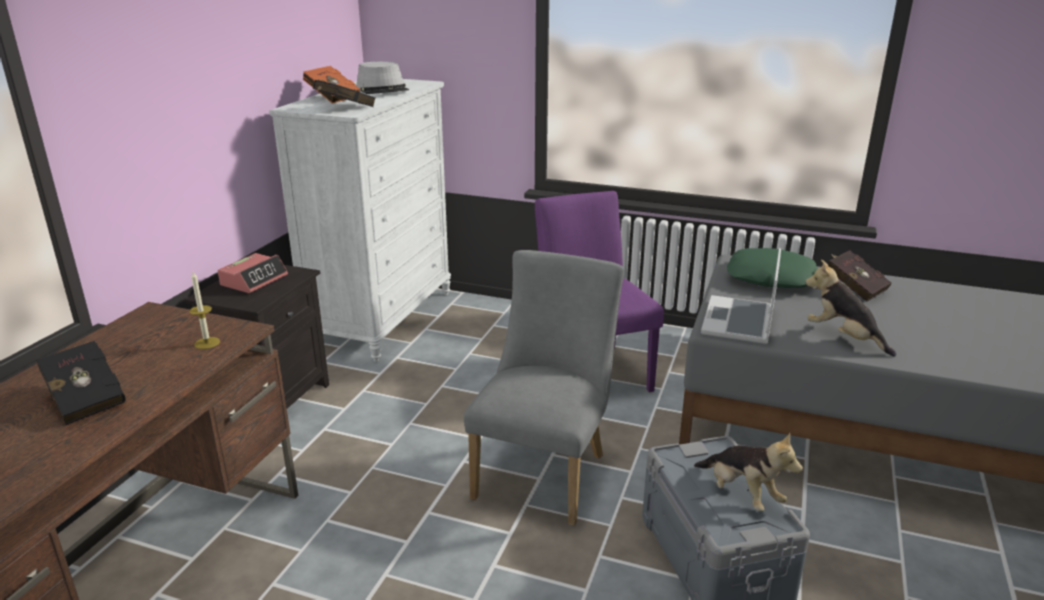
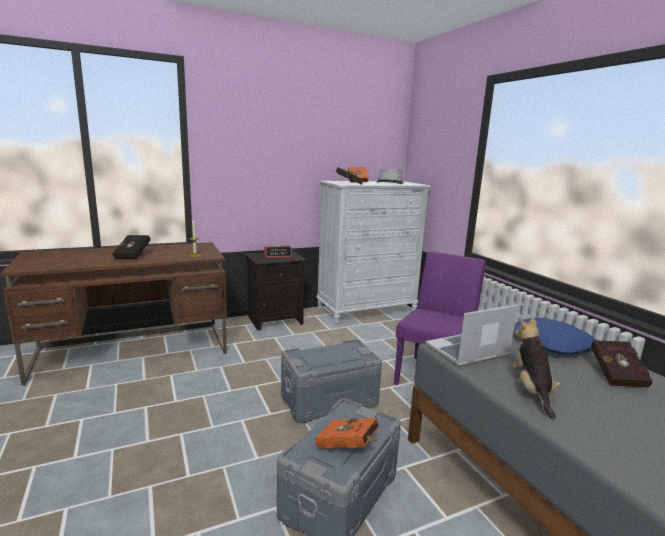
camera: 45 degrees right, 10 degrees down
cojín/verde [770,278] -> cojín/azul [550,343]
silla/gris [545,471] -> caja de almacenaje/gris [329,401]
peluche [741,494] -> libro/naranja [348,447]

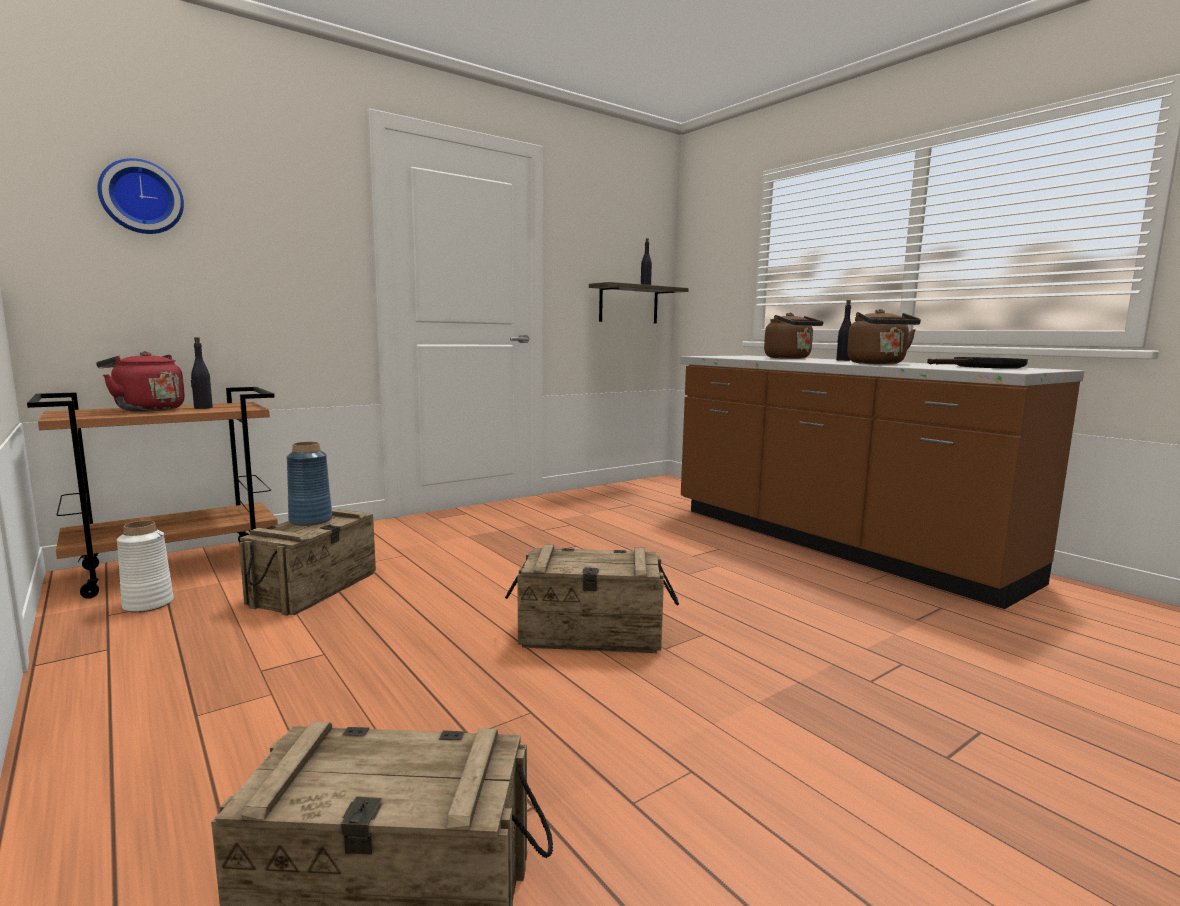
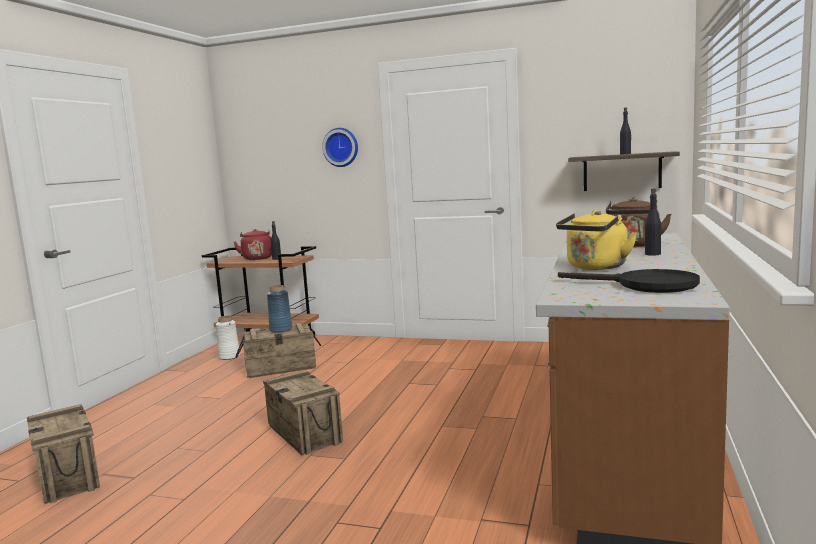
camera: 55 degrees right, 0 degrees up
reloj de pared [141,197] -> reloj de pared [341,147], move
hervidor/marrón [878,364] -> hervidor/amarillo [595,267]

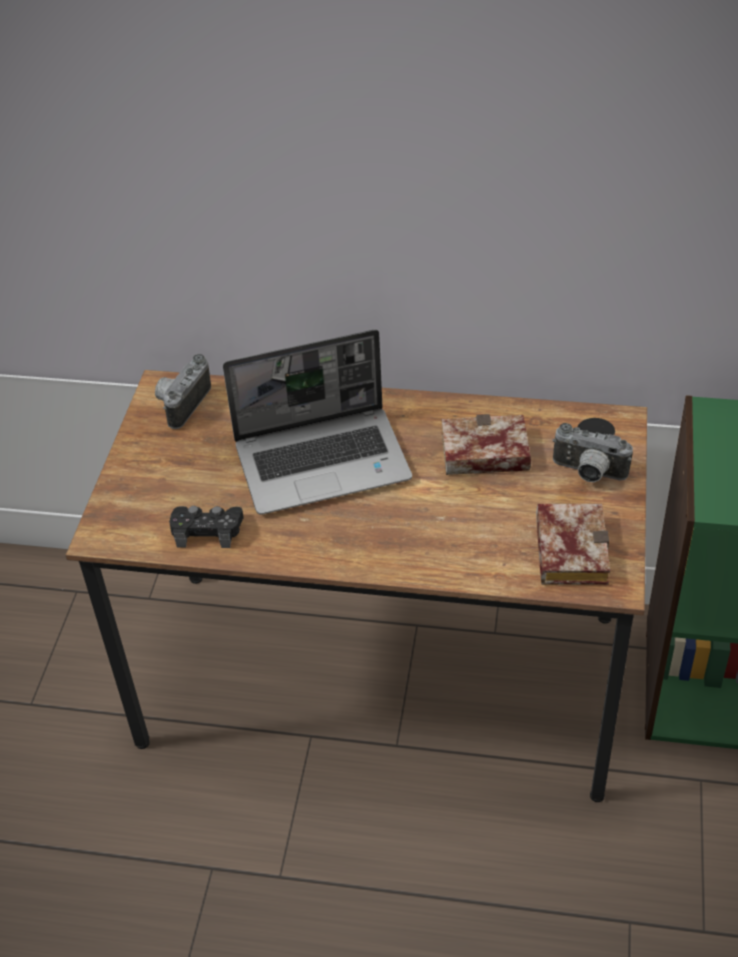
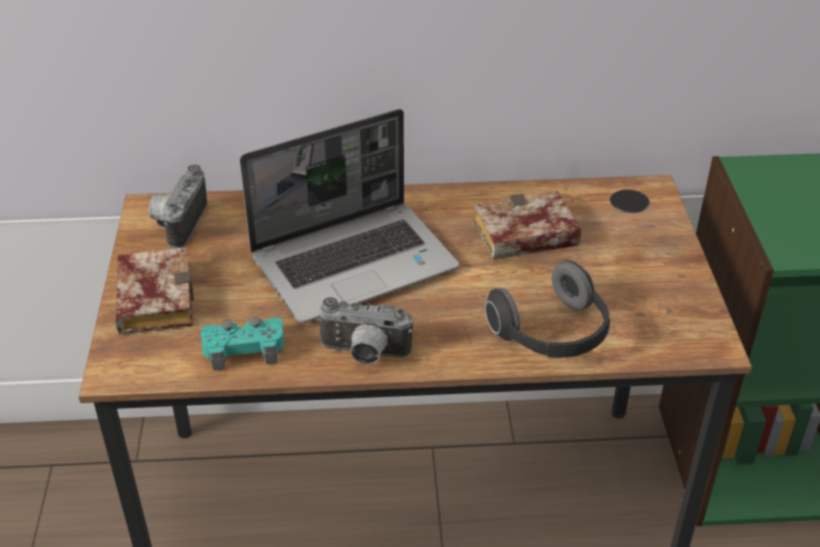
camera: 15 degrees left, 5 degrees down
cámara [588,473] -> cámara [364,355], move
libro [567,548] -> libro [152,297], move
mando de consola/negro [207,530] -> mando de consola/turquesa [244,348]
none -> auriculares [552,334]

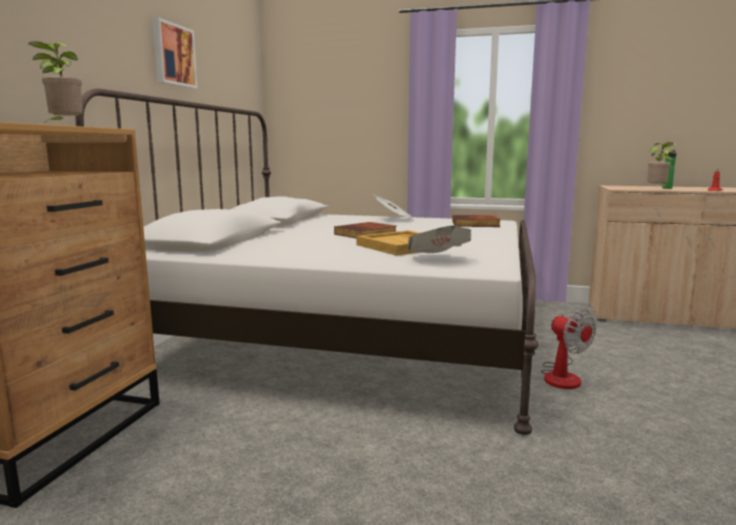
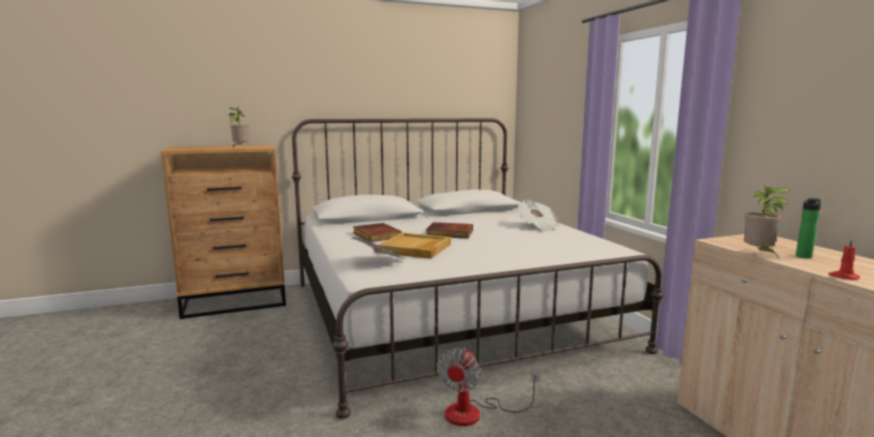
camera: 55 degrees right, 0 degrees up
cuadro [173,55] -> none
libro [475,224] -> libro [375,235], move

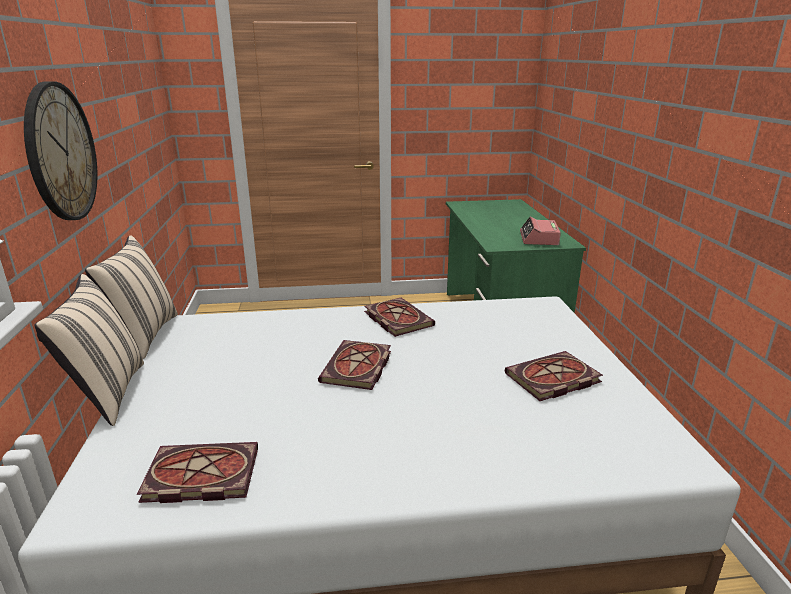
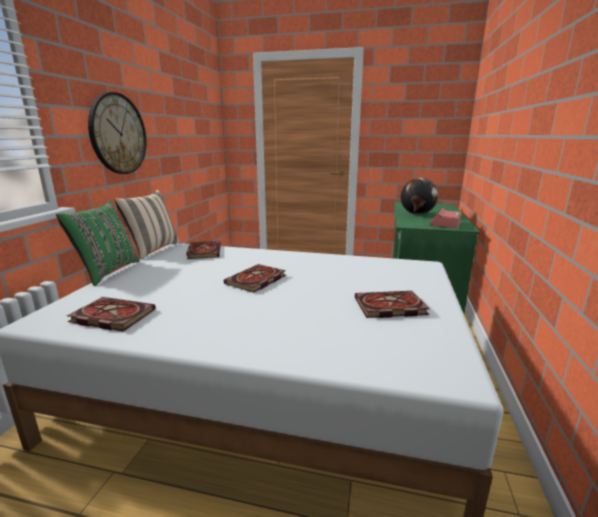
camera: 20 degrees right, 5 degrees down
cojín/beis [106,394] -> cojín/verde [107,272]
libro [396,319] -> libro [203,251], move
none -> globo terráqueo [417,214]

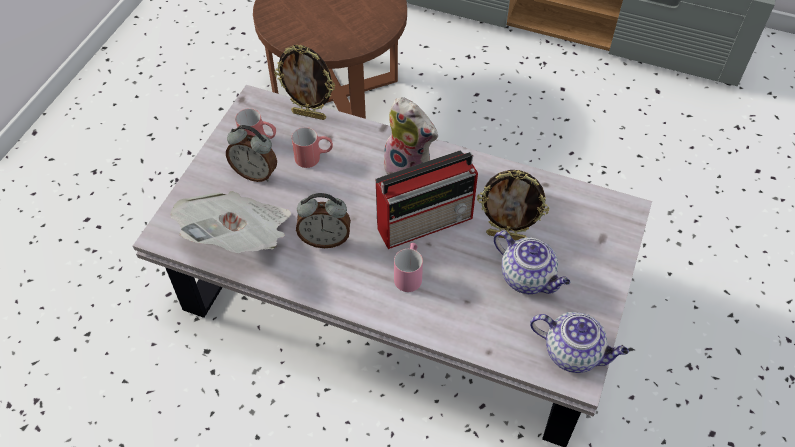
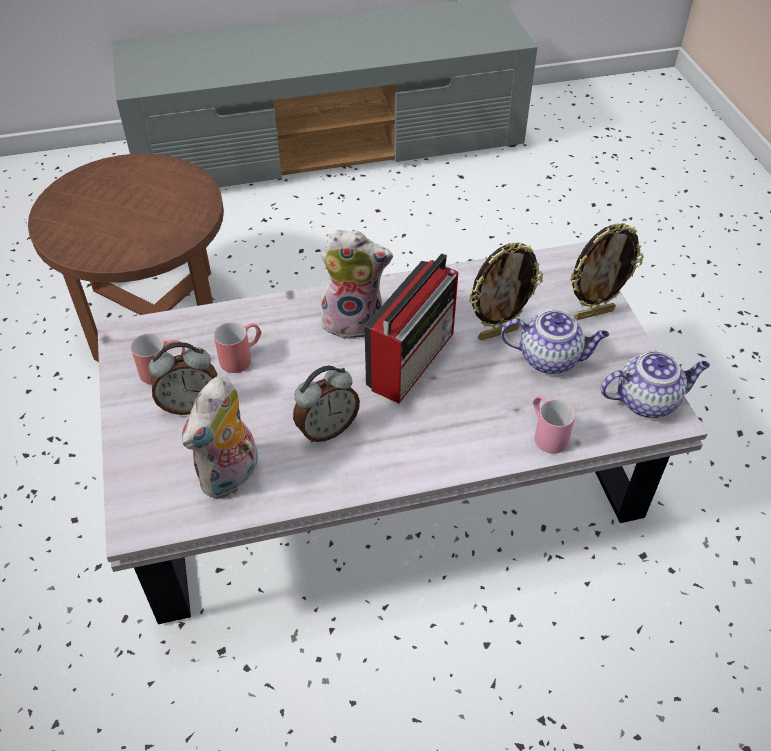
camera: 35 degrees left, 5 degrees down
portarretratos [309,115] -> portarretratos [593,313], move
periódico [240,237] -> peluche [231,477]
taza grande/rosa [409,274] -> taza grande/rosa [546,433], move

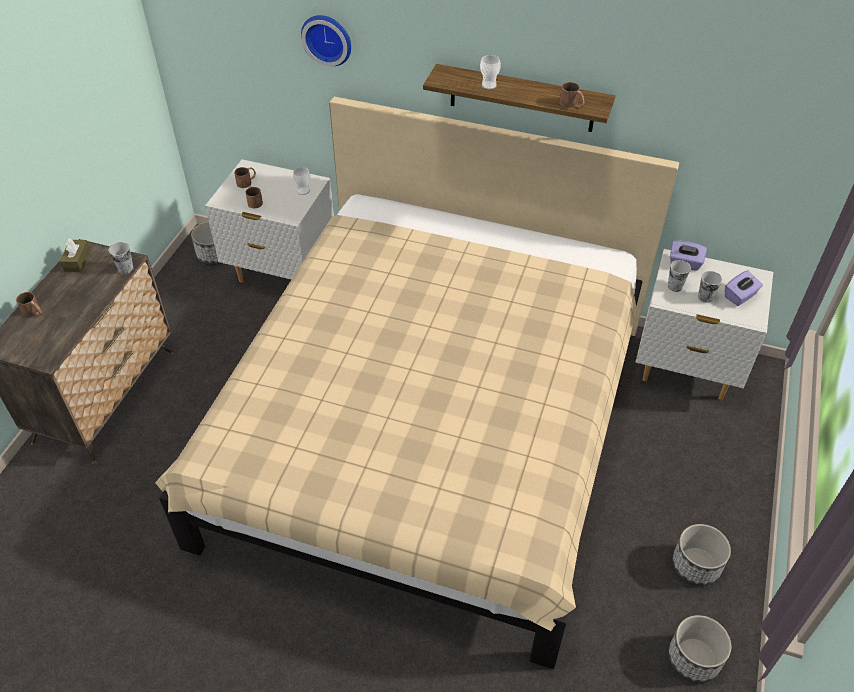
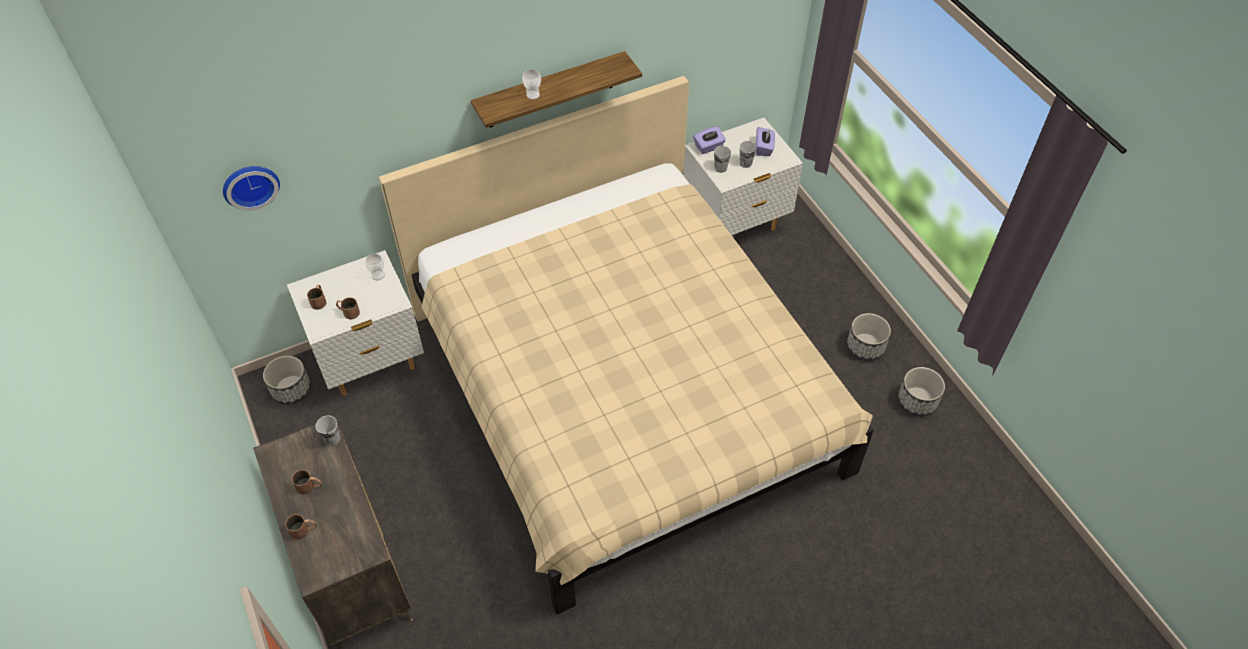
camera: 45 degrees left, 5 degrees up
reloj de pared [328,38] -> reloj de pared [250,184], move
taza grande/marrón [572,104] -> taza grande/marrón [310,486], move
caja de pañuelos/marrón [77,261] -> none

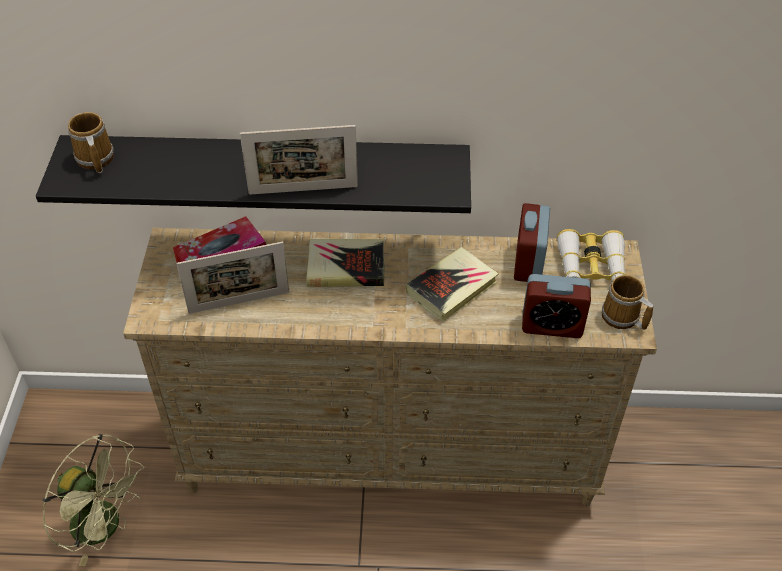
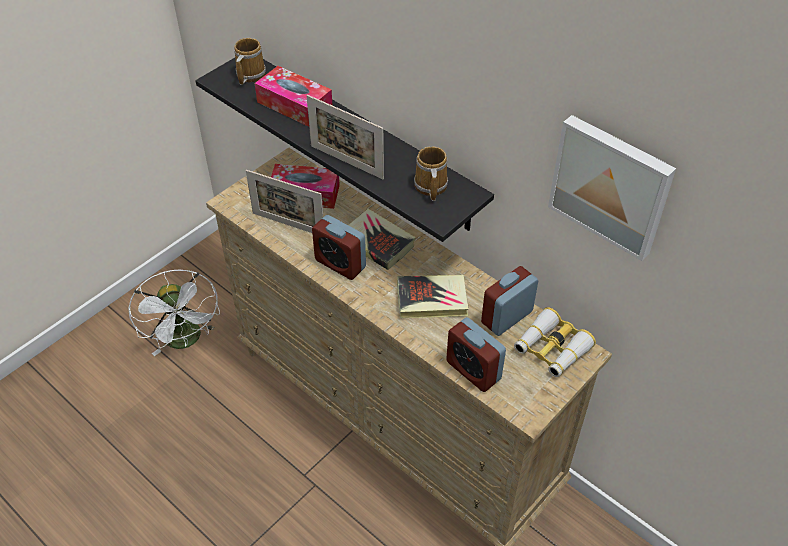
camera: 40 degrees right, 0 degrees up
taza grande [621,317] -> taza grande [429,186], move
ventilador/verde [106,526] -> ventilador/blanco [186,341]
none -> caja de pañuelos [294,105]
none -> cuadro [611,185]
none -> despertador [340,264]

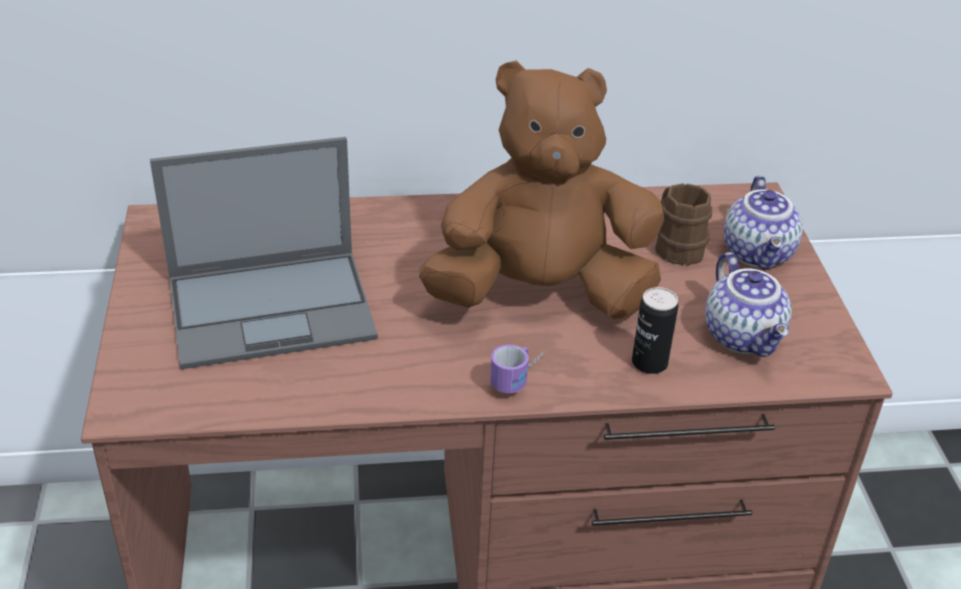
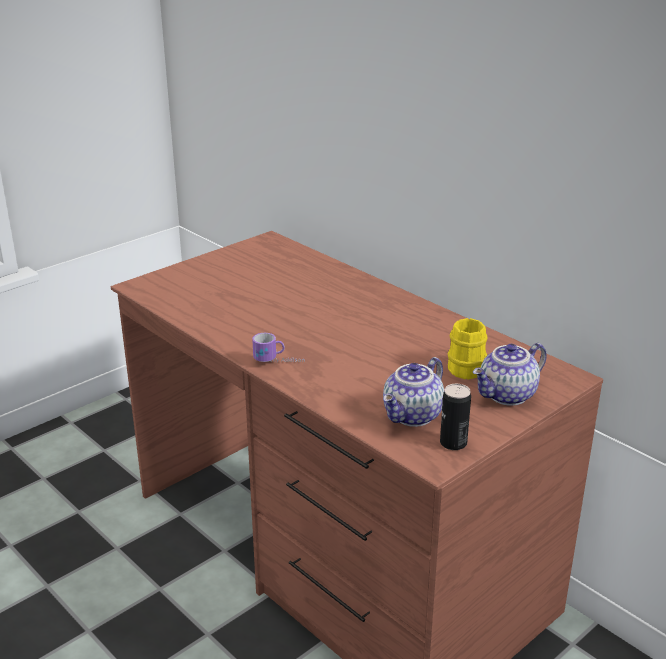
camera: 55 degrees right, 10 degrees down
peluche/marrón [541,294] -> none
portátil [273,307] -> none
taza grande/marrón [675,246] -> taza grande/amarillo [468,366]
lata [649,363] -> lata [453,443], move

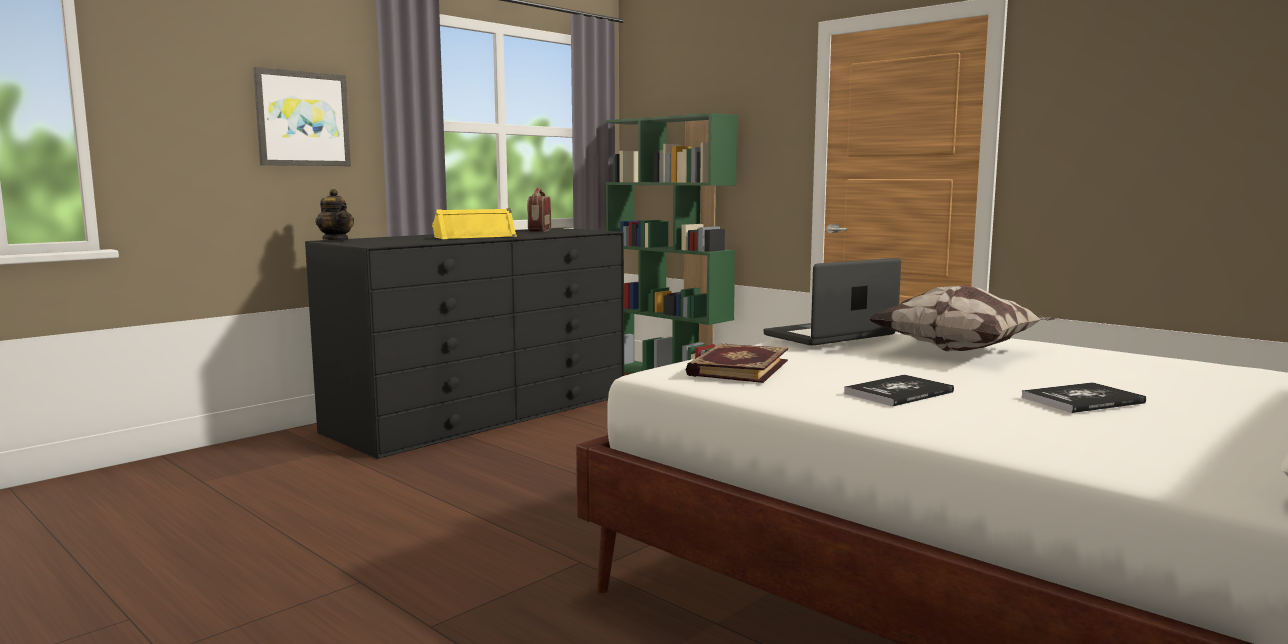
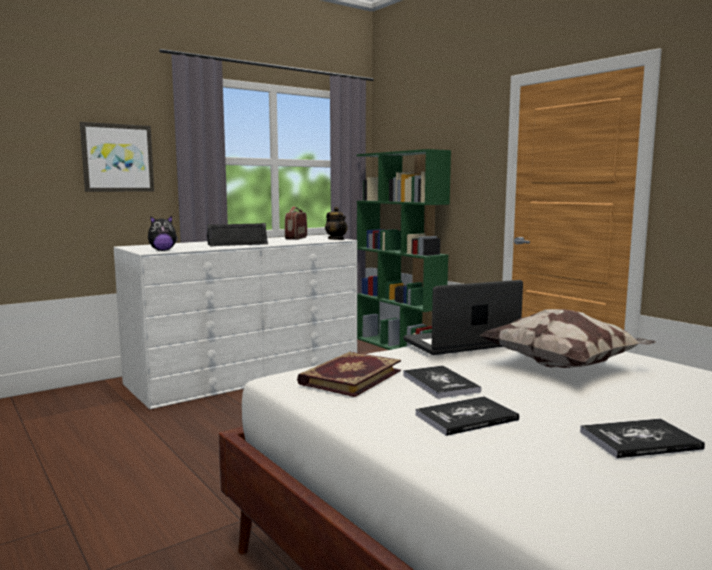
camera: 10 degrees right, 0 degrees up
tetera [336,240] -> tetera [336,239], move
altavoz/amarillo [474,236] -> altavoz/negro [237,244]
cómoda/negro [483,413] -> cómoda/blanco [246,373]
none -> peluche [163,250]
none -> libro [440,383]

